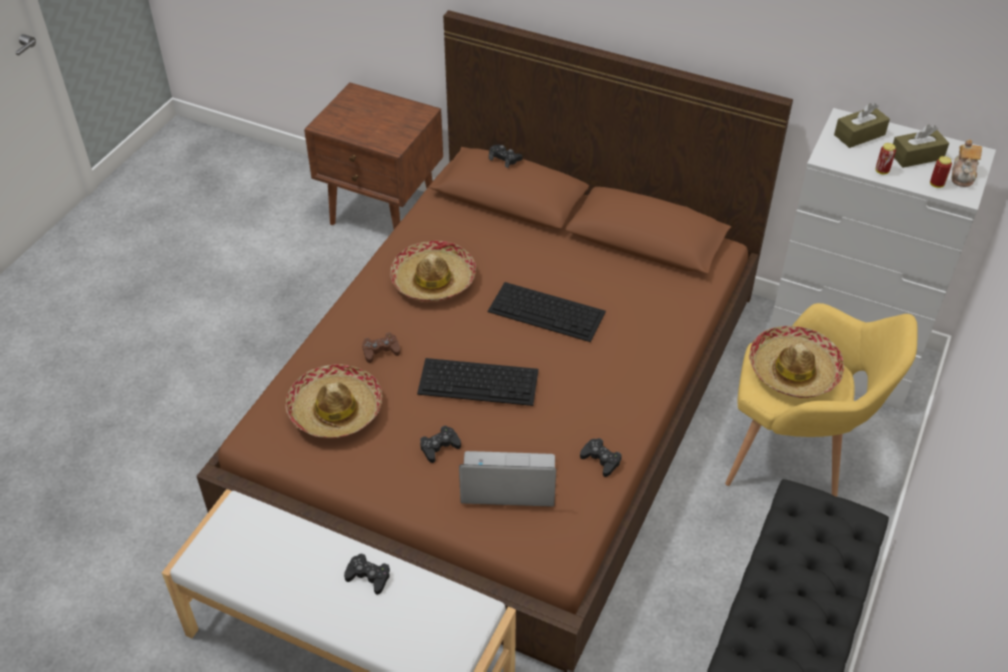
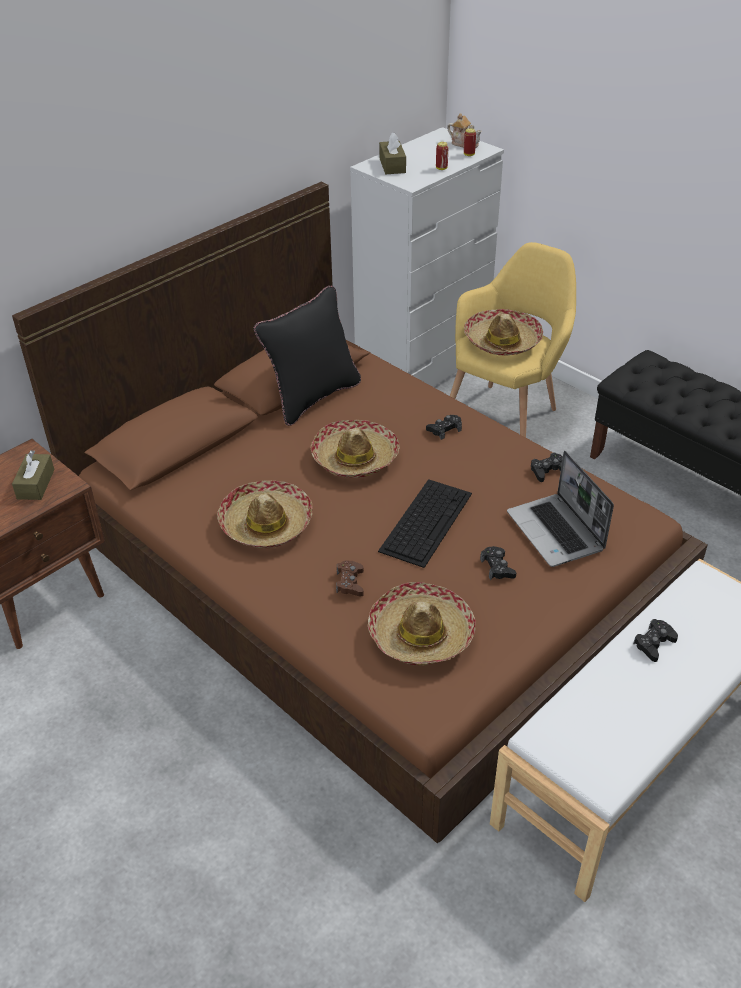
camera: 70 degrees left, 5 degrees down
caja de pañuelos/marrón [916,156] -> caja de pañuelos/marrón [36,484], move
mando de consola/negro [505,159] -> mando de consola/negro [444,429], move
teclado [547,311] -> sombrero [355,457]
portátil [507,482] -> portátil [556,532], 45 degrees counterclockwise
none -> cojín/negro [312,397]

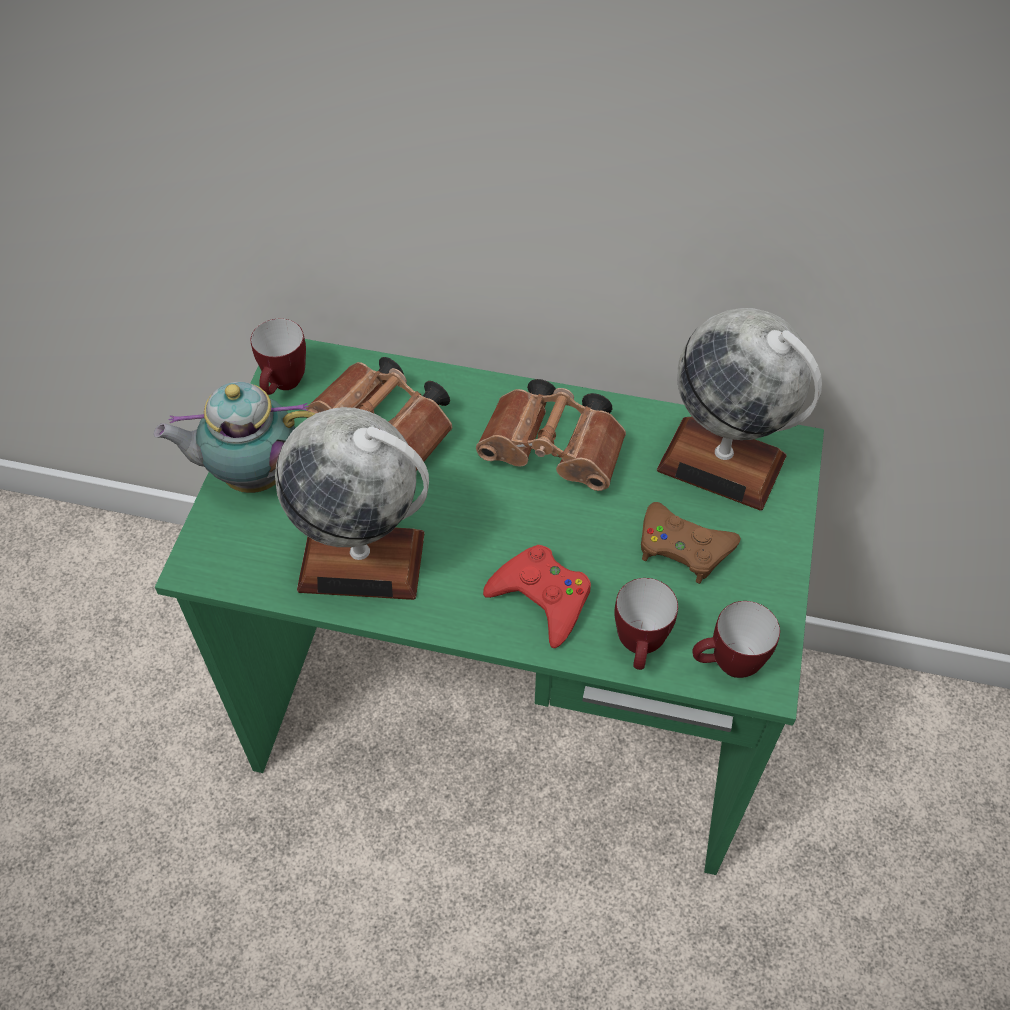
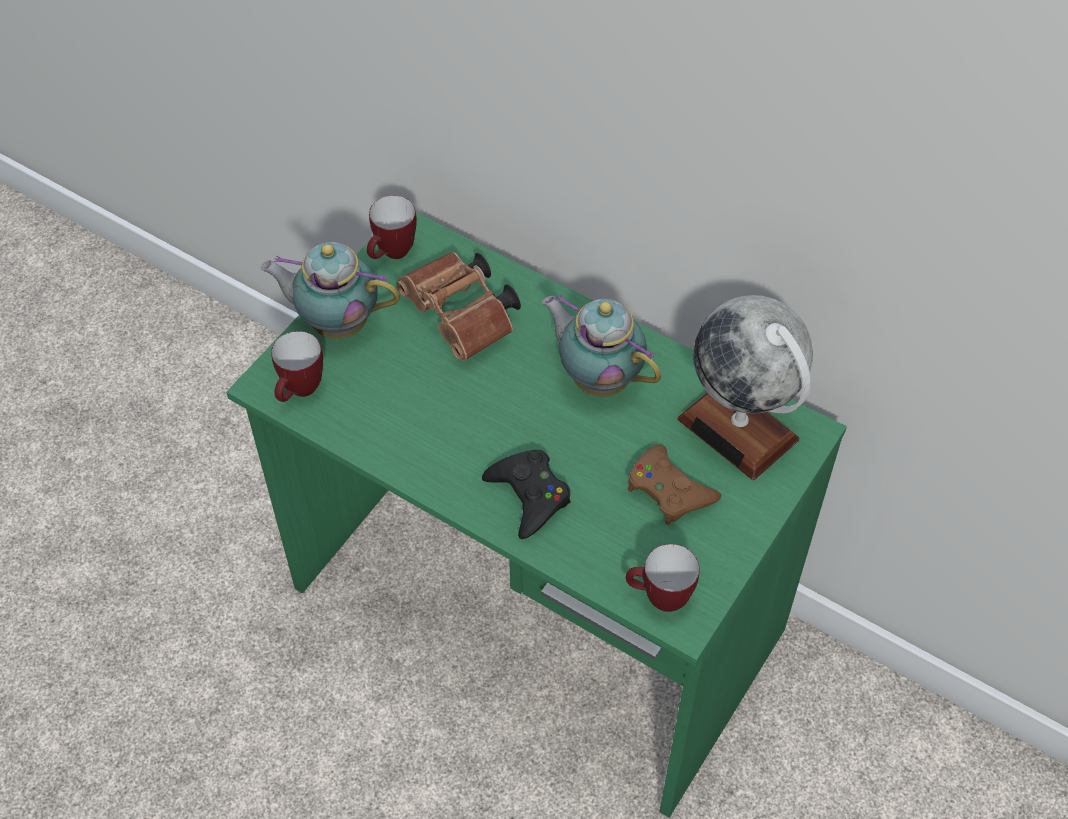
camera: 20 degrees right, 0 degrees up
prismáticos/marrón [557,452] -> tetera [597,378]
globo terráqueo [362,561] -> none
mando de consola/rojo [542,598] -> mando de consola/negro [529,496]
taza grande [640,649] -> taza grande [300,393], move

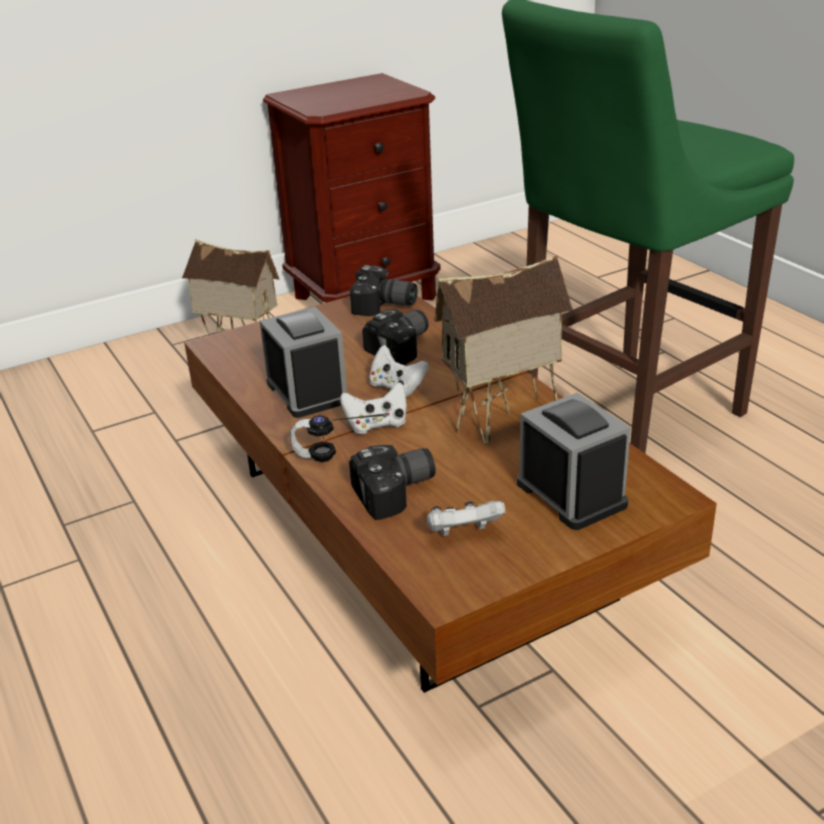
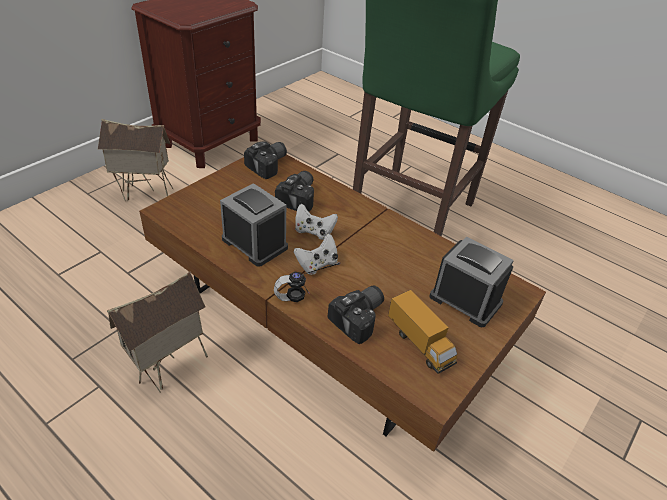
camera: 25 degrees left, 10 degrees up
casita [504,425] -> casita [171,369], move
cámara [384,307] -> cámara [269,166], 45 degrees counterclockwise
mando de consola/blanco [463,533] -> camión de juguete [420,344]

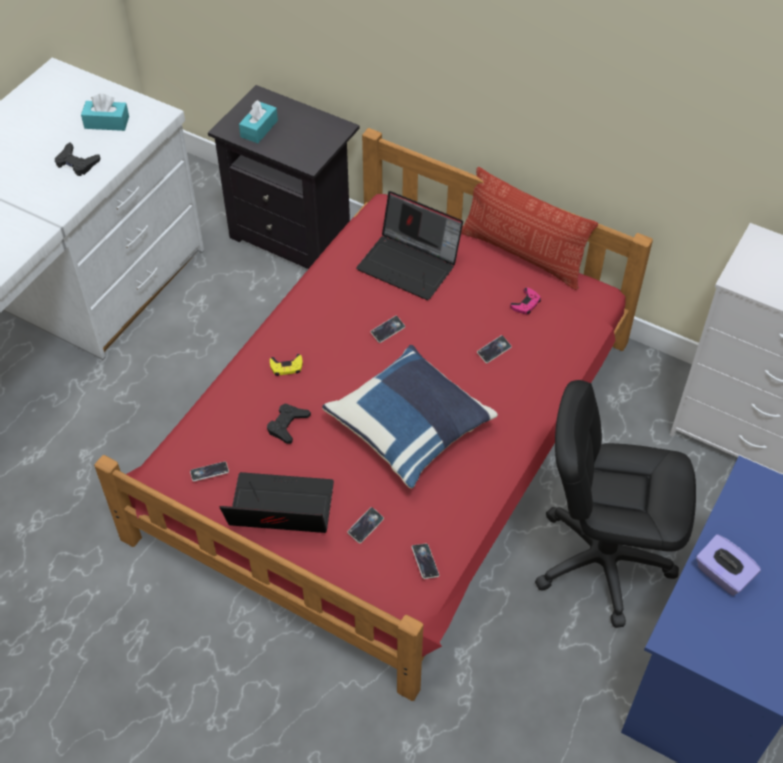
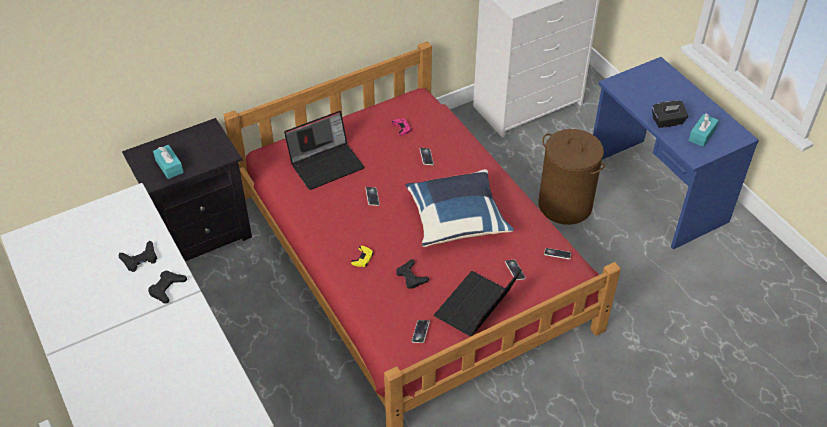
camera: 60 degrees left, 5 degrees down
caja de pañuelos/turquesa [107,122] -> caja de pañuelos/turquesa [702,135], move
cojín [522,254] -> none
silla de oficina/negro [602,560] -> cesto de la ropa/marrón [564,205]
caja de pañuelos/morado [722,575] -> caja de pañuelos/negro [667,122]
none -> mando de consola/negro [167,288]

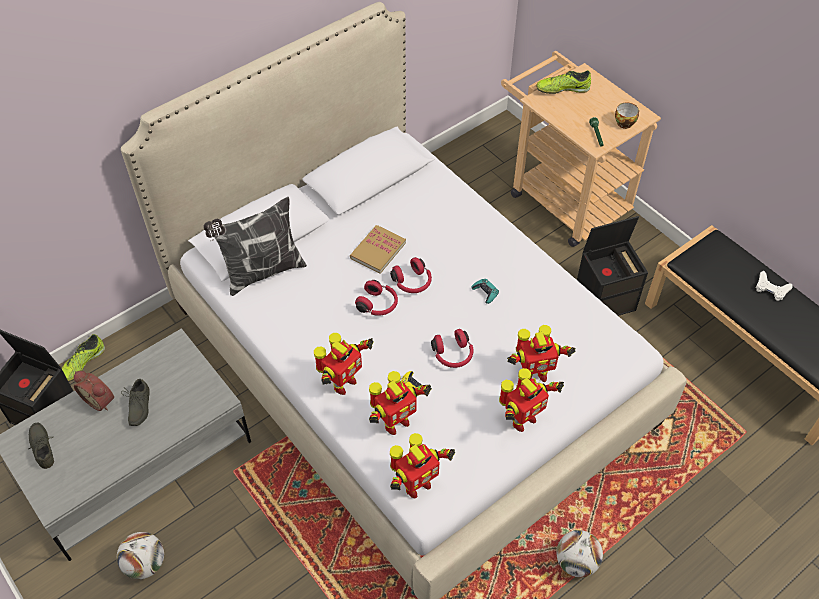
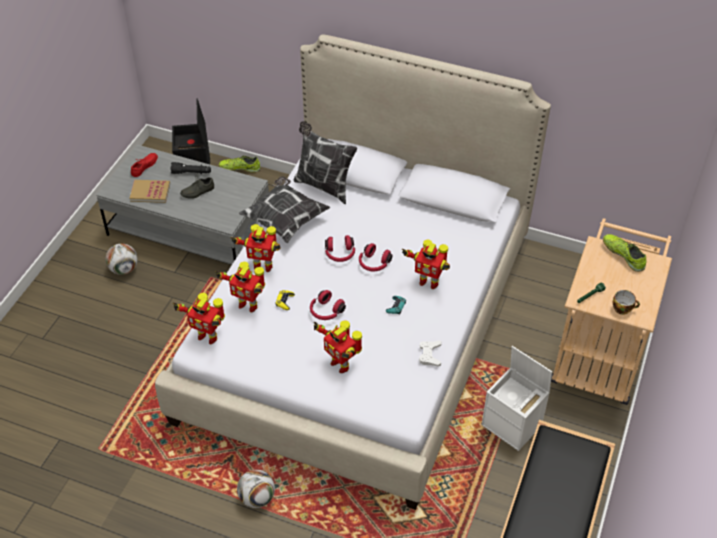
camera: 60 degrees right, 5 degrees down
caja de almacenaje/negro [605,299] -> caja de almacenaje/blanco [513,425]
libro [378,250] -> libro [150,192], move
mando de consola/blanco [771,289] -> mando de consola/blanco [430,355], move
robot de juguete [521,420] -> robot de juguete [428,282], move
despertador [100,399] -> linterna/negro [191,173]
zapato/gris [44,447] -> zapato/rojo [145,167]
none -> cojín [285,220]

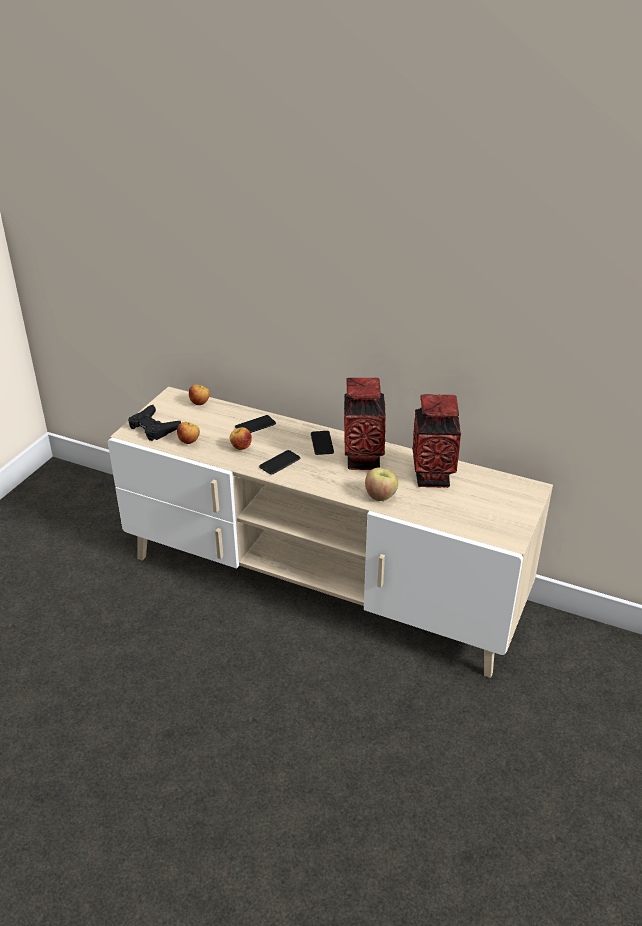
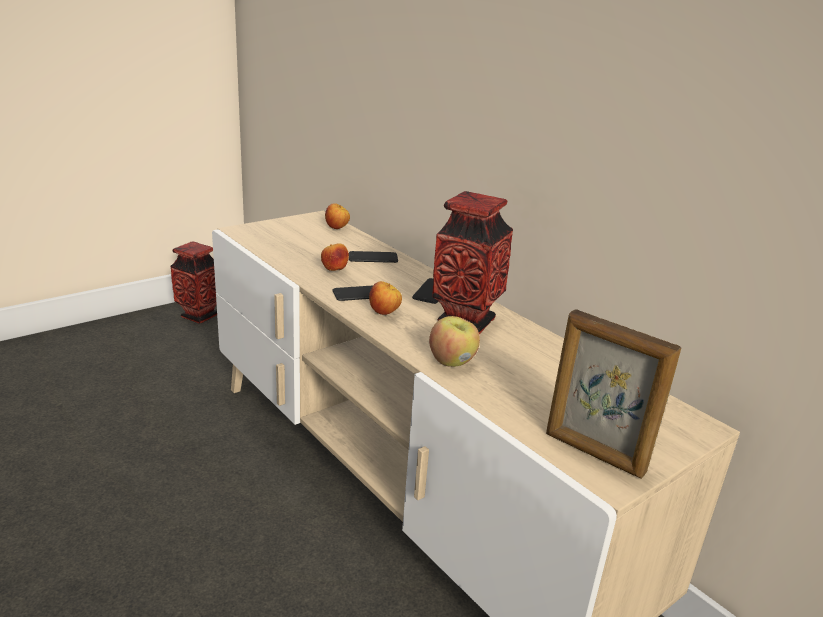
camera: 25 degrees right, 10 degrees down
florero [432,478] -> florero [199,316], move
mando de consola/negro [153,427] -> none
manzana [189,442] -> manzana [384,313], move
none -> portarretratos [593,453]

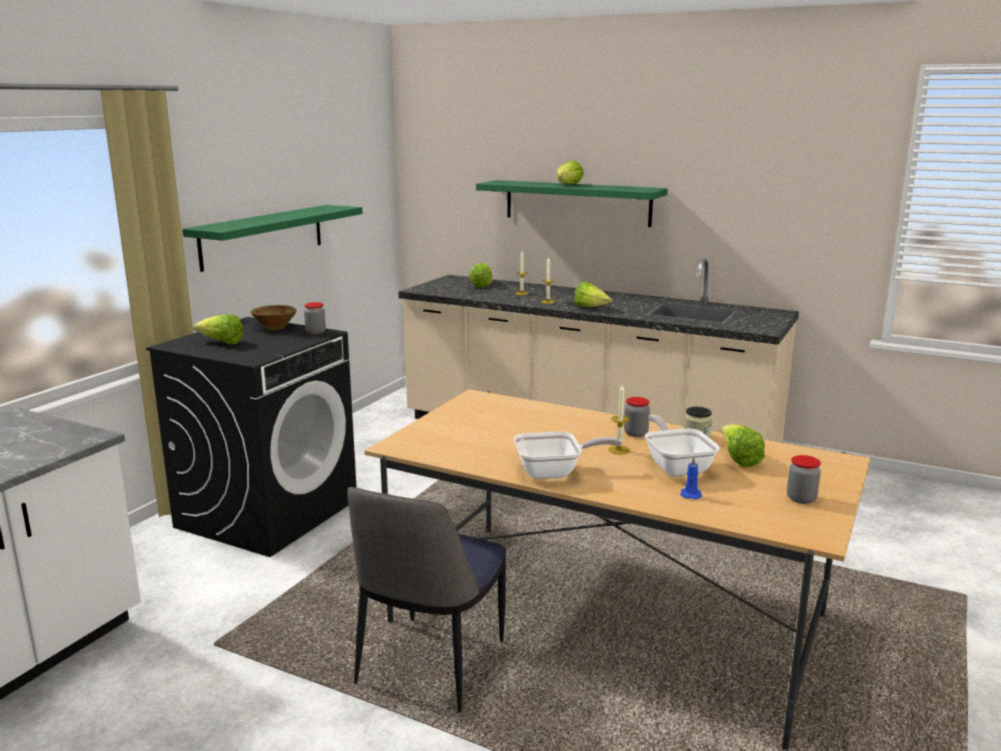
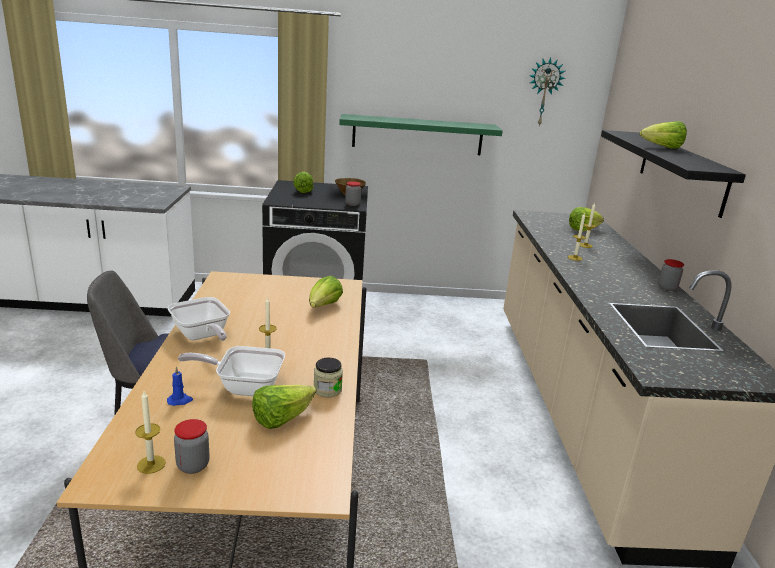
camera: 60 degrees right, 5 degrees up
estante/verde [577,203] -> estante/negro [681,171]
lechuga [591,308] -> lechuga [323,307], move
tarro [636,433] -> tarro [667,288], move
sartén [676,466] -> sartén [244,387], 135 degrees counterclockwise
none -> reloj de pared [544,92]
none -> vela [151,464]

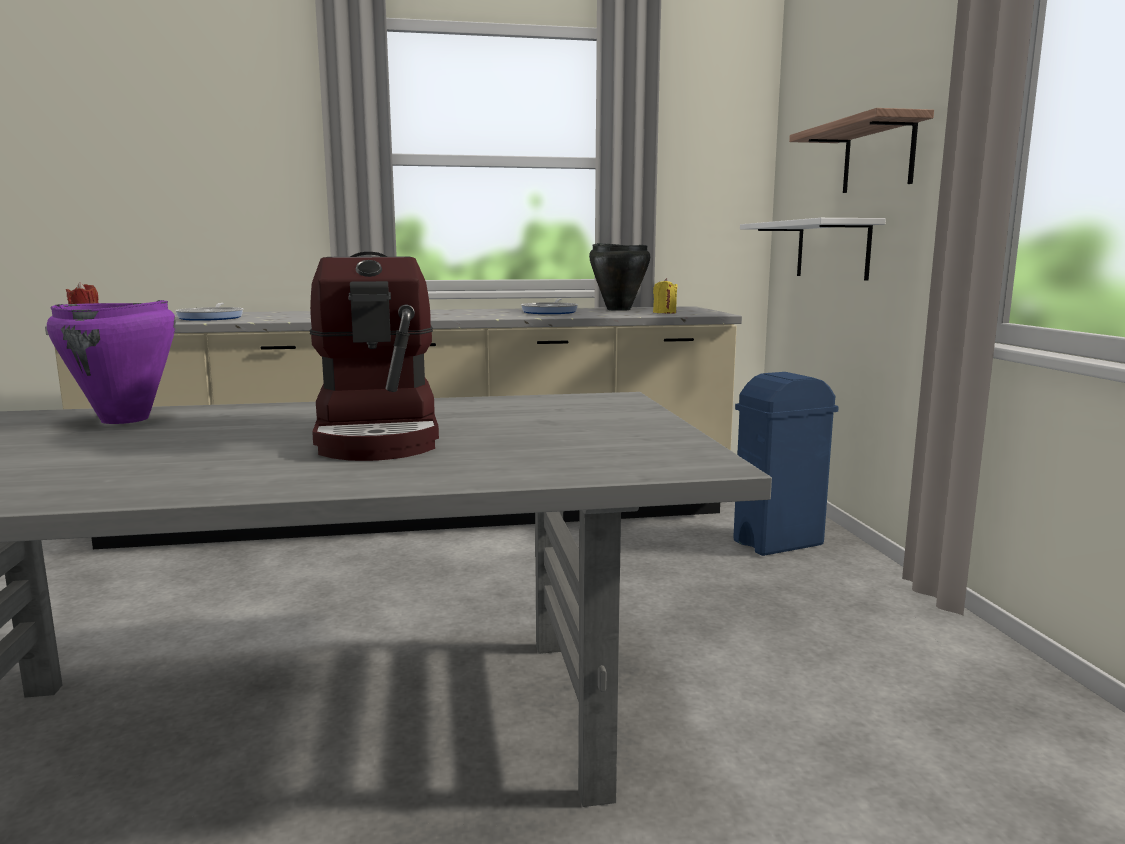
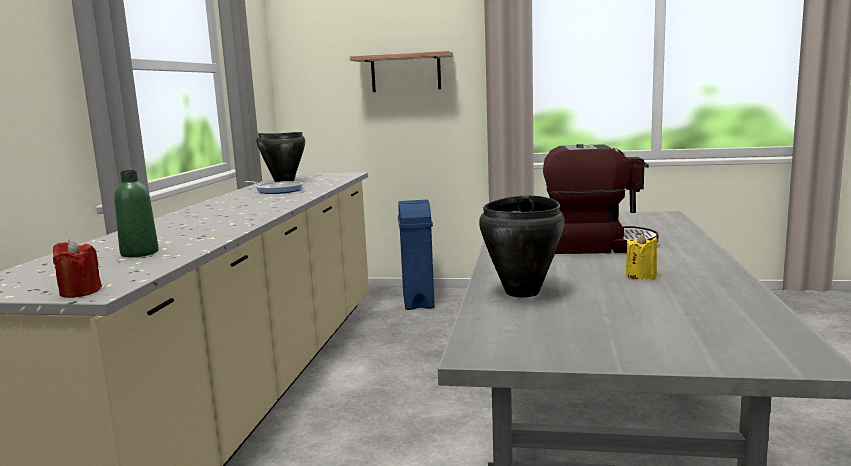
camera: 70 degrees left, 0 degrees up
estante/blanco [832,250] -> none
vela/amarillo [664,313] -> vela/amarillo [641,276], move
olla/morado [125,419] -> olla/negro [523,292]
sartén [212,317] -> botella/verde [139,253]

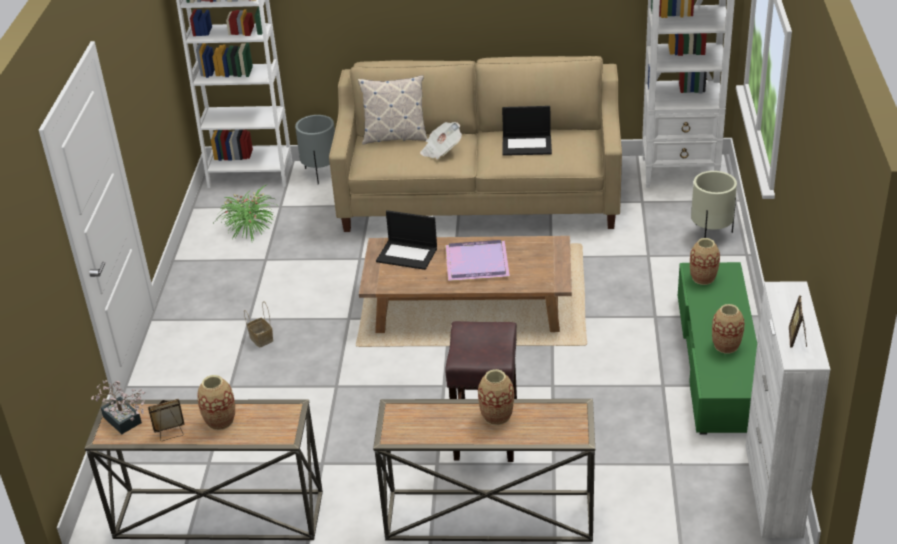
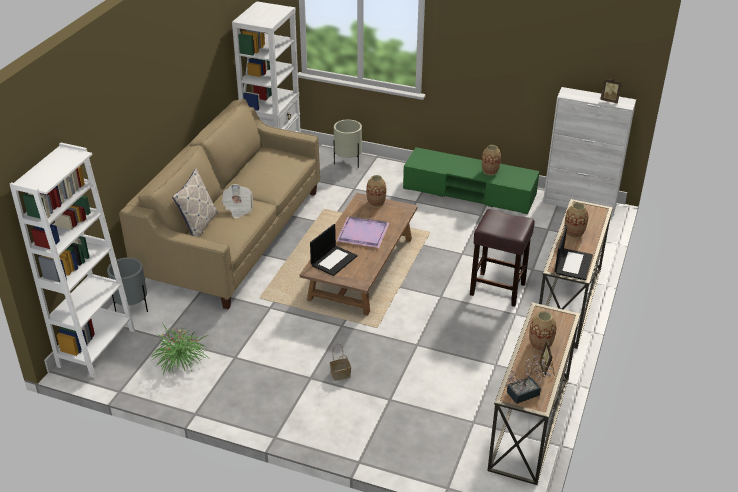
camera: 75 degrees left, 0 degrees up
portátil [527,145] -> portátil [573,264], move
florero [703,278] -> florero [376,203], move

